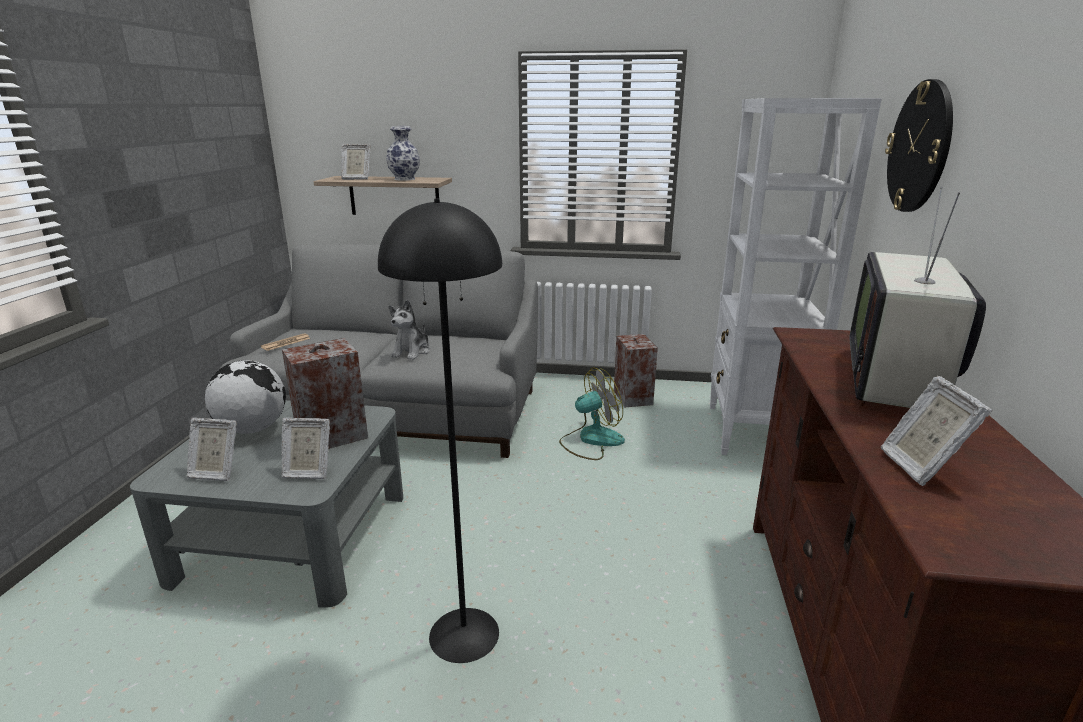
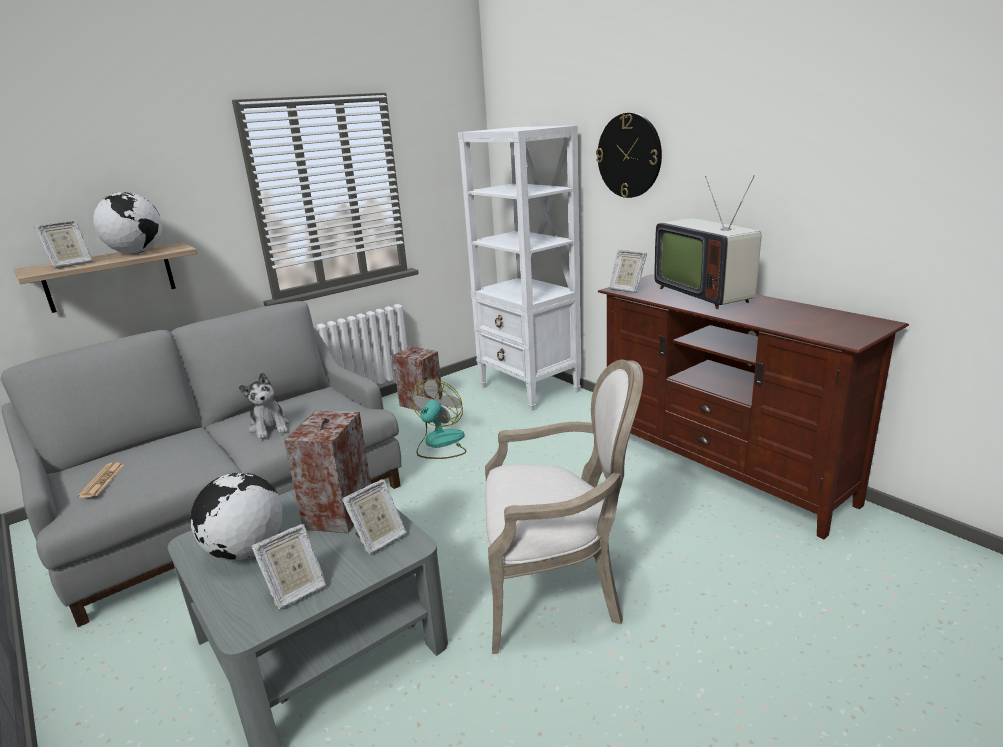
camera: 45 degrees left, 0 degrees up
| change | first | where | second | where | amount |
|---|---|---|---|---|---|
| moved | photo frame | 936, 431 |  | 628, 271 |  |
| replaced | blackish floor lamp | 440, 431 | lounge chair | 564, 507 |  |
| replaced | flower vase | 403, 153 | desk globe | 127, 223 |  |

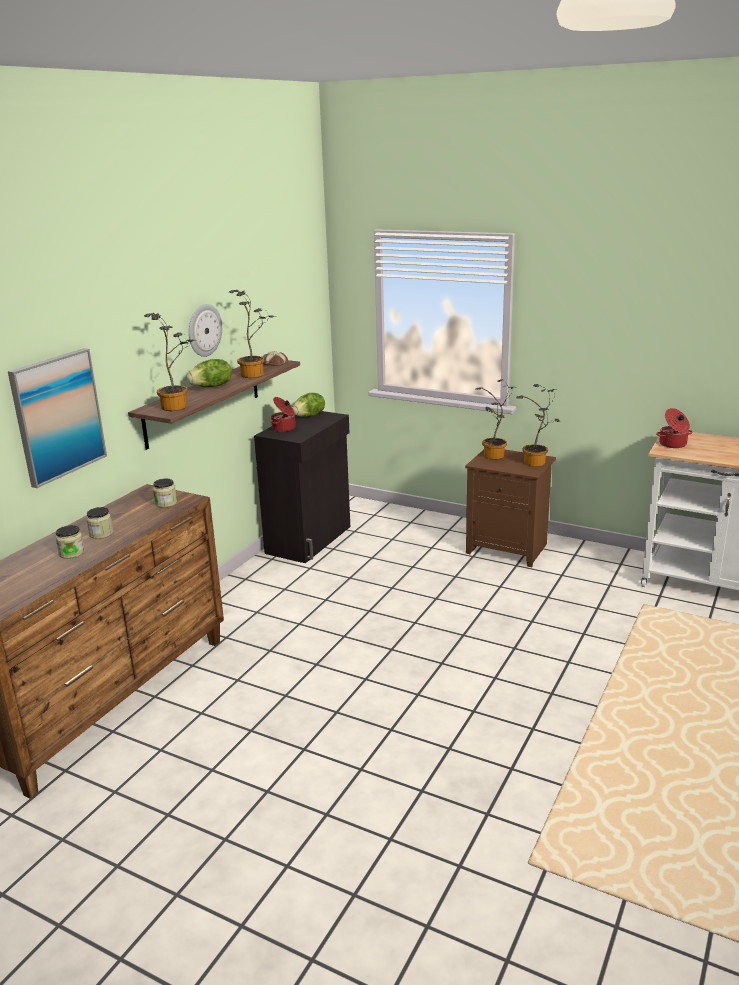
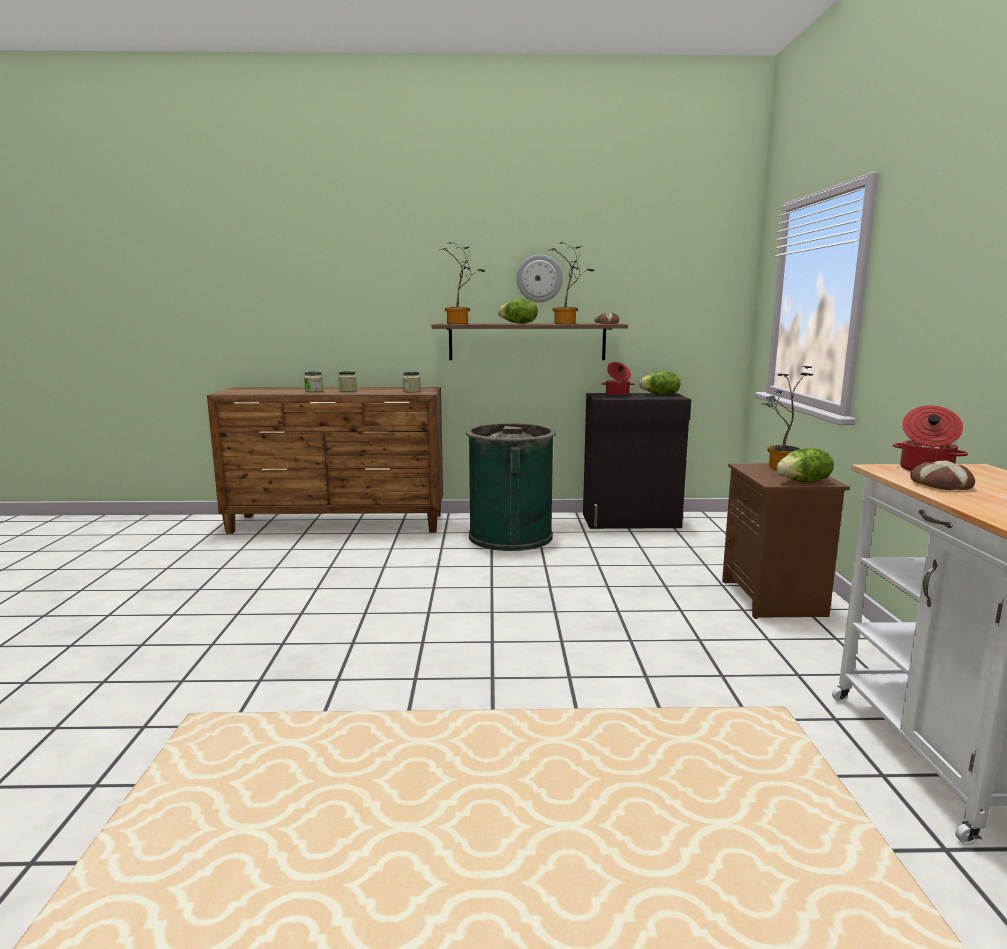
camera: 60 degrees right, 10 degrees down
| change | first | where | second | where | amount |
|---|---|---|---|---|---|
| removed | wall art | 57, 418 |  |  |  |
| added |  |  | greenish rubbish bin | 511, 487 |  |
| added |  |  | baked bread | 942, 475 |  |
| replaced | plant in a pot | 538, 425 | lettuce head | 805, 465 |  |

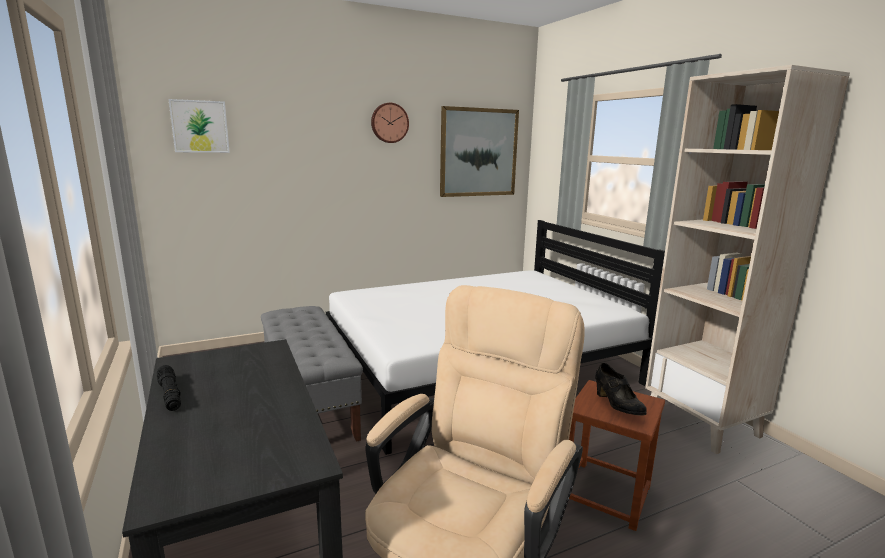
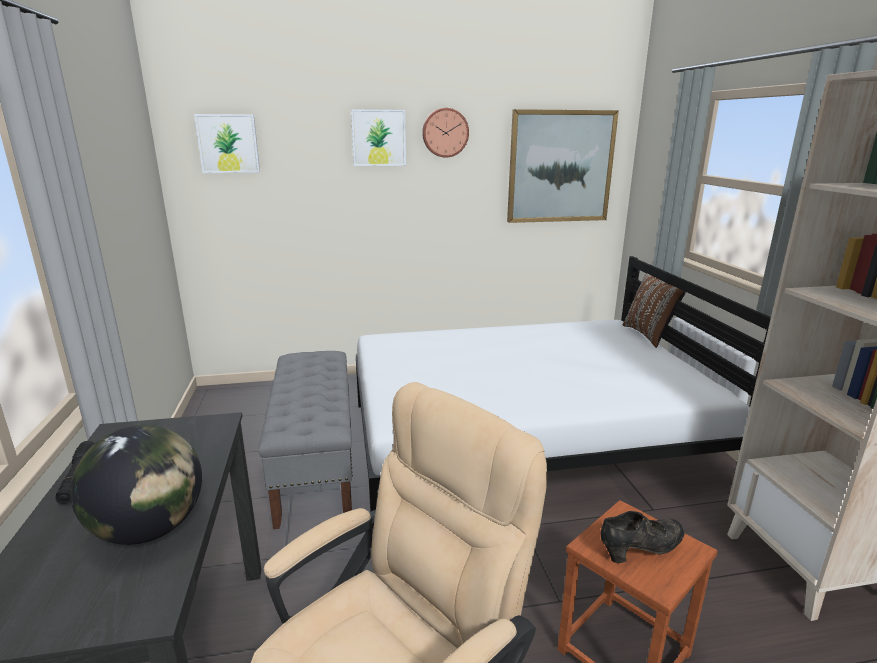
camera: 15 degrees right, 5 degrees up
| change | first | where | second | where | amount |
|---|---|---|---|---|---|
| added |  |  | desk globe | 136, 485 |  |
| added |  |  | wall art | 378, 138 |  |
| added |  |  | brownish cushion | 654, 311 |  |
| turned | blackish item of footwear | 621, 389 |  | 642, 537 | 105 degrees counterclockwise |

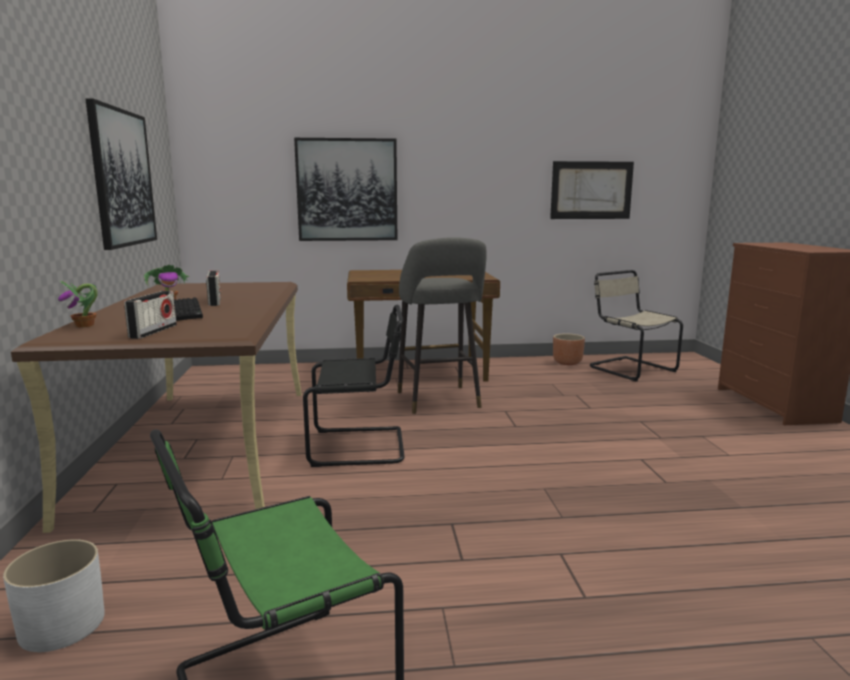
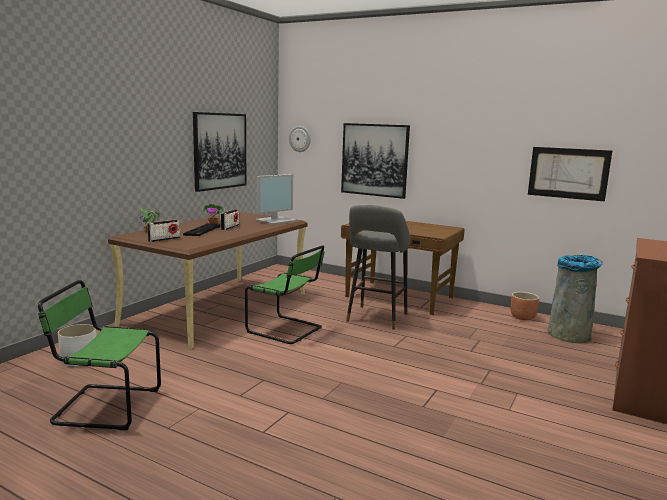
camera: 35 degrees right, 0 degrees up
| change | first | where | second | where | amount |
|---|---|---|---|---|---|
| added |  |  | monitor | 276, 199 |  |
| added |  |  | hanging clock | 300, 139 |  |
| replaced | beige upright chair | 636, 325 | grey rubbish bin | 575, 299 |  |
| recoloured | blackish upright chair | 353, 386 | greenish upright chair | 284, 294 |  |

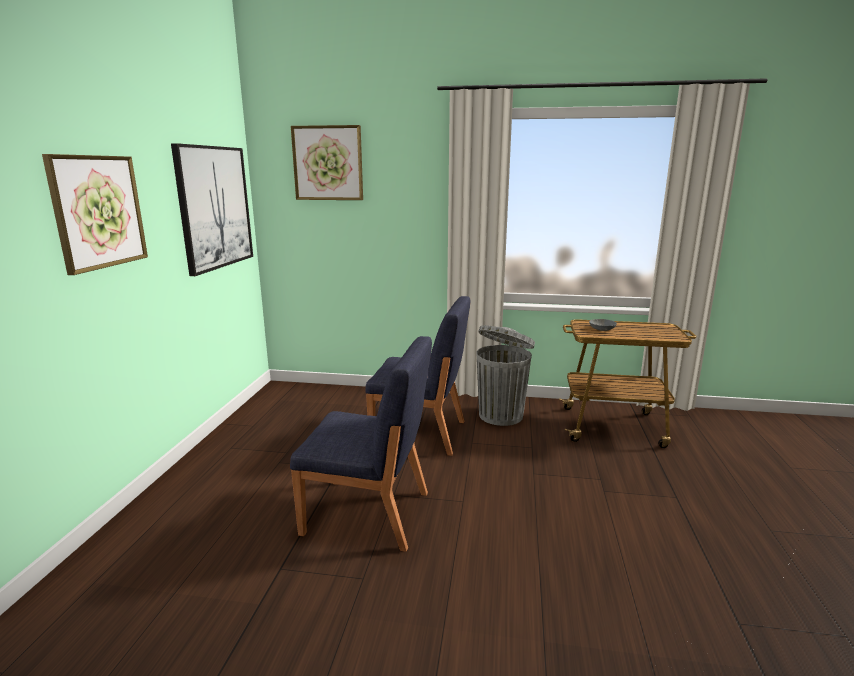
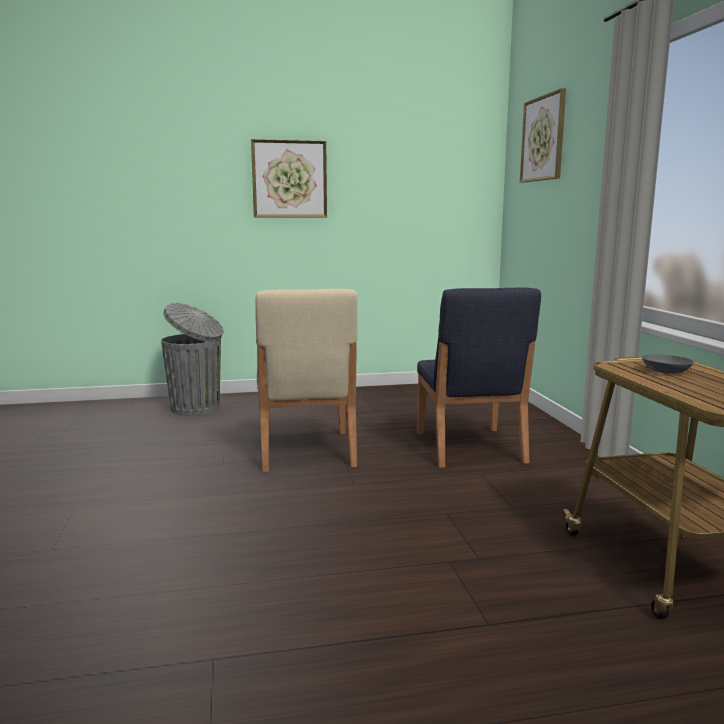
camera: 70 degrees right, 5 degrees down
| change | first | where | second | where | amount |
|---|---|---|---|---|---|
| removed | wall art | 212, 209 |  |  |  |
| moved | grey rubbish bin | 505, 375 |  | 192, 359 |  |
| recoloured | blue-coloured upright chair | 361, 444 | beige upright chair | 306, 380 |  |

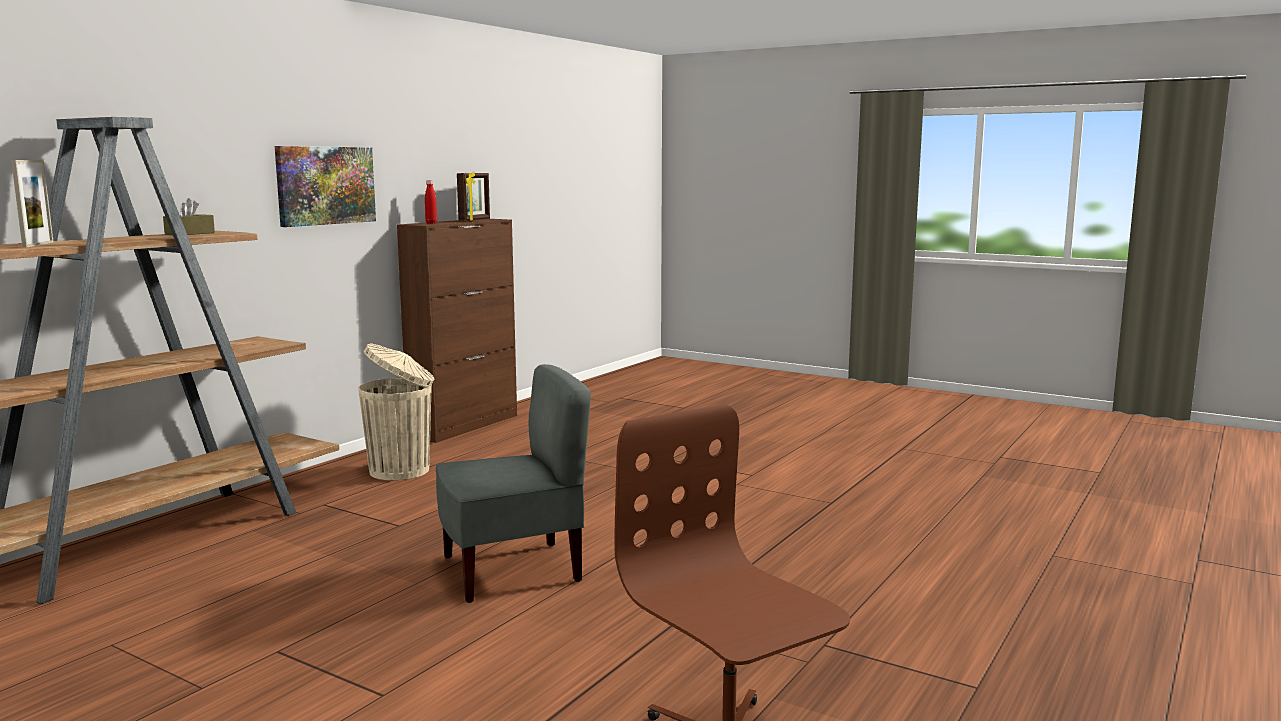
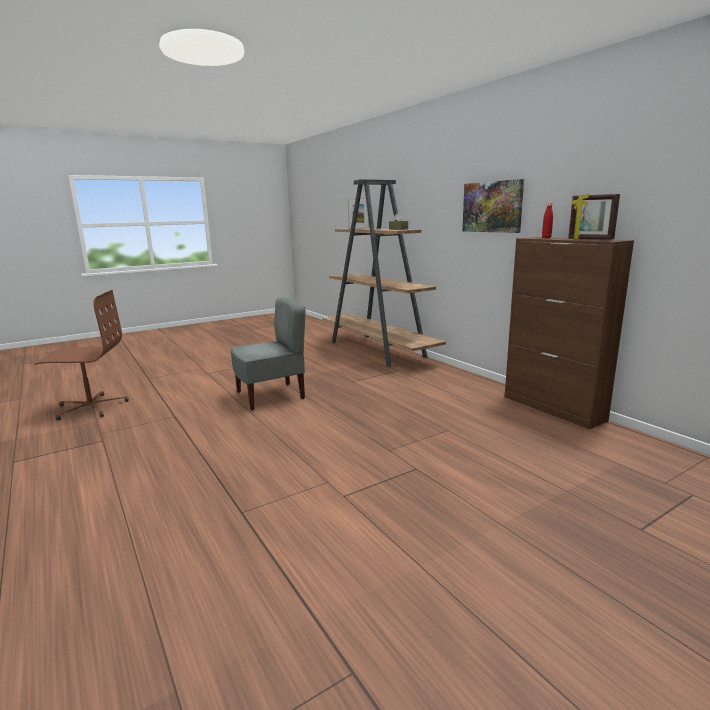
camera: 115 degrees right, 5 degrees up
| change | first | where | second | where | amount |
|---|---|---|---|---|---|
| removed | beige rubbish bin | 396, 411 |  |  |  |
| turned | grey upright chair | 513, 483 |  | 268, 354 | 120 degrees counterclockwise |

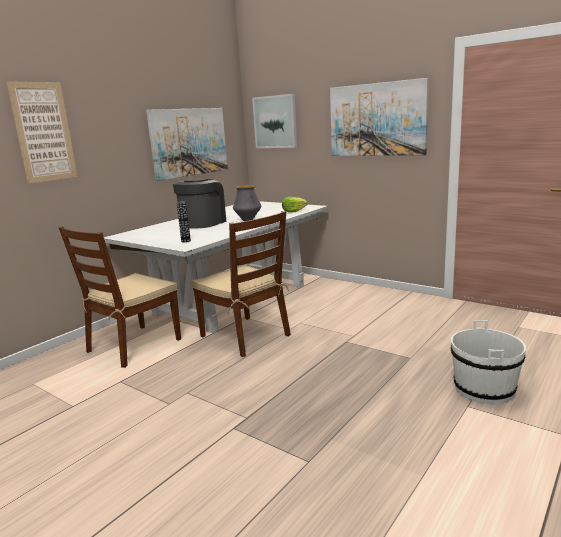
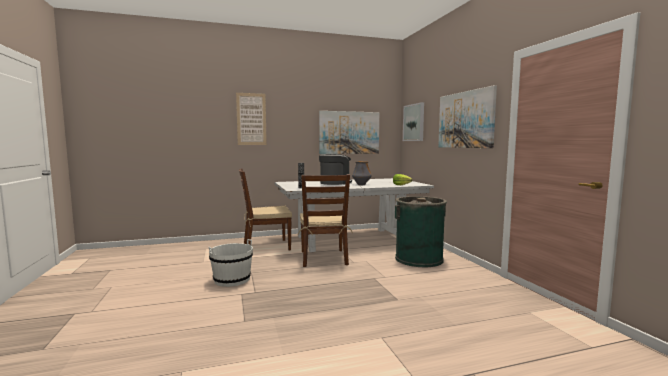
camera: 35 degrees right, 10 degrees down
| change | first | where | second | where | amount |
|---|---|---|---|---|---|
| added |  |  | greenish rubbish bin | 421, 231 |  |
| moved | white-coloured water bucket | 488, 362 |  | 231, 263 |  |

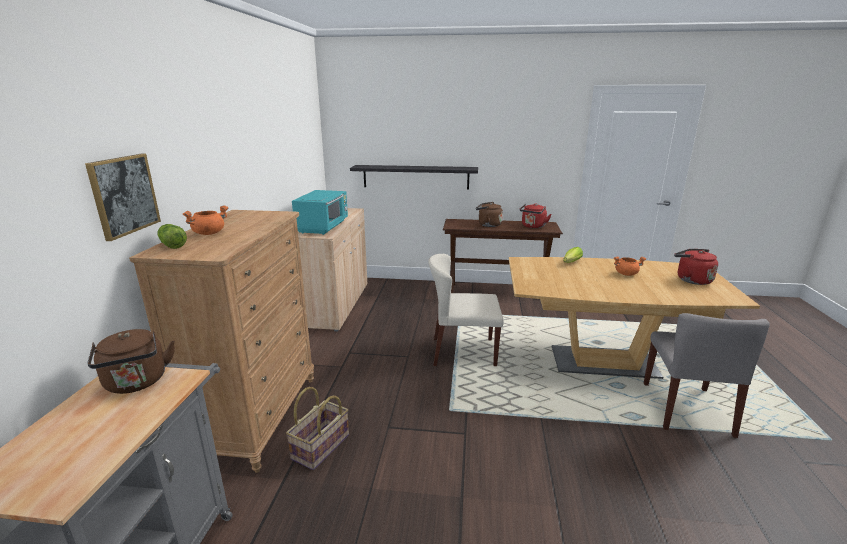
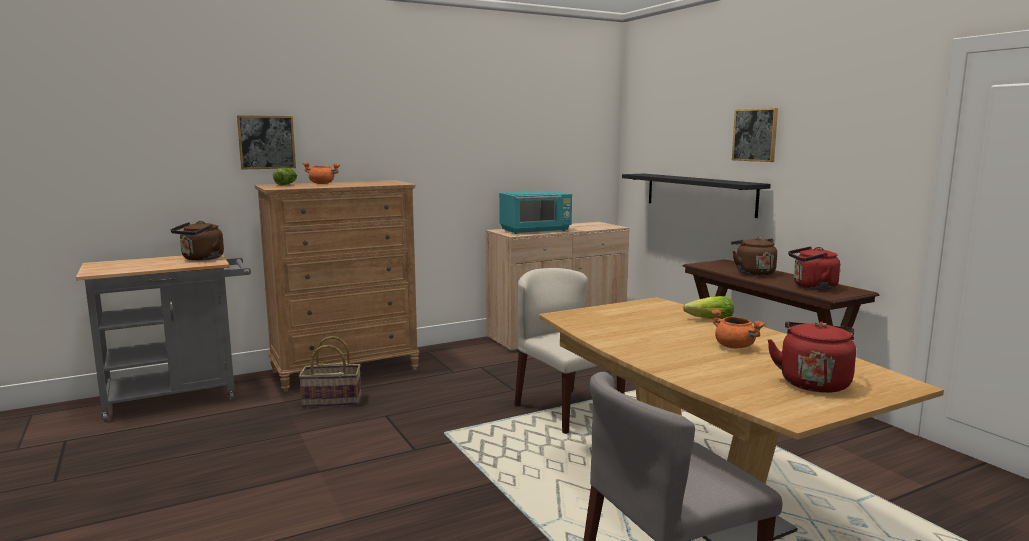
camera: 55 degrees right, 10 degrees down
| change | first | where | second | where | amount |
|---|---|---|---|---|---|
| added |  |  | wall art | 755, 135 |  |

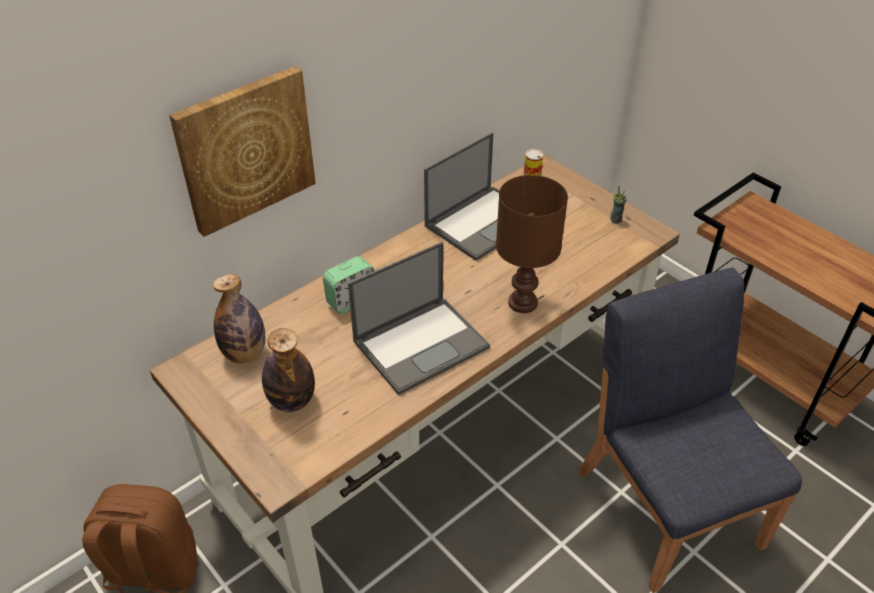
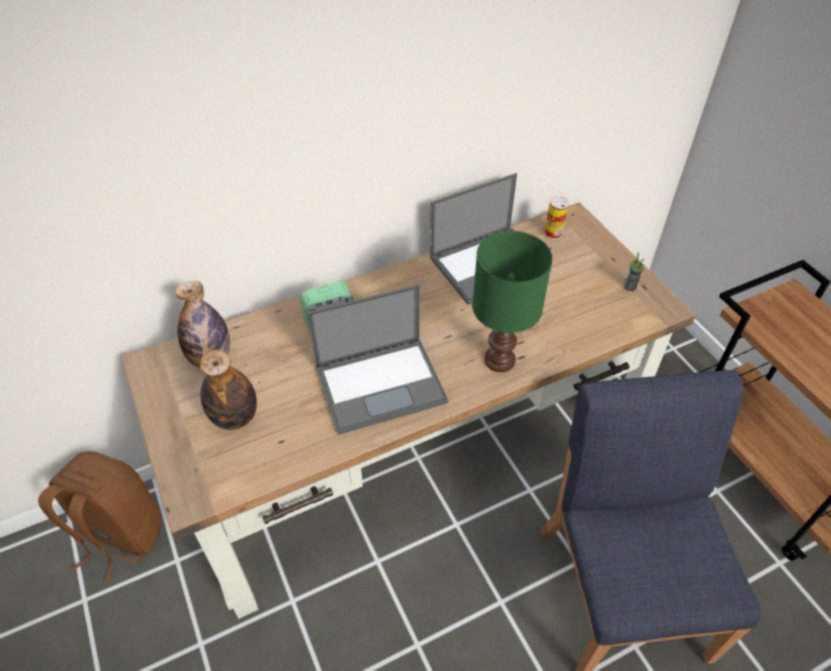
camera: 15 degrees right, 5 degrees up
| change | first | where | second | where | amount |
|---|---|---|---|---|---|
| removed | wall art | 242, 151 |  |  |  |
| recoloured | brownish table lamp | 532, 244 | greenish table lamp | 512, 301 |  |

